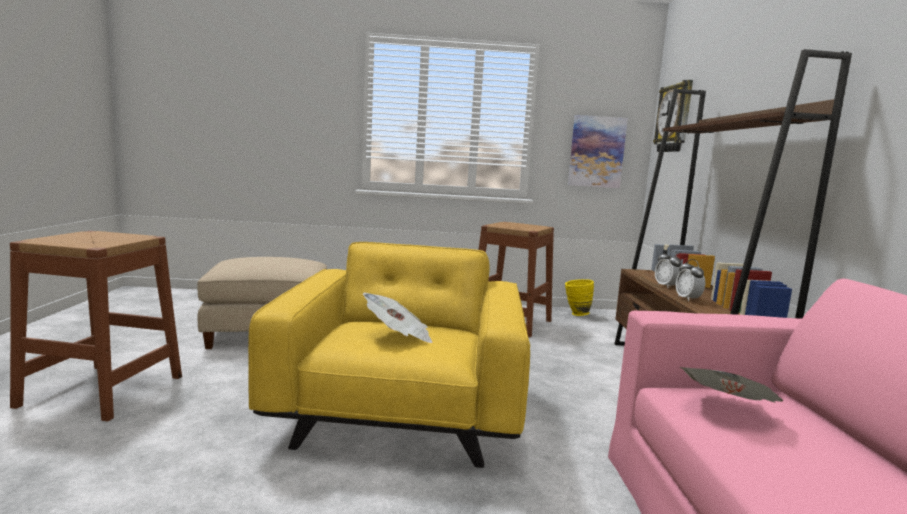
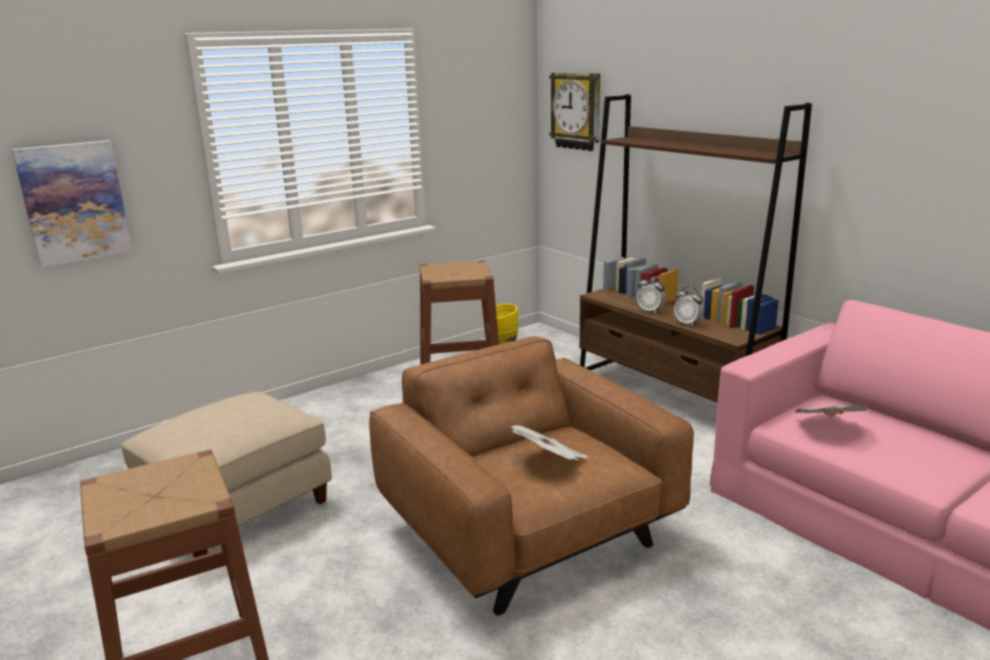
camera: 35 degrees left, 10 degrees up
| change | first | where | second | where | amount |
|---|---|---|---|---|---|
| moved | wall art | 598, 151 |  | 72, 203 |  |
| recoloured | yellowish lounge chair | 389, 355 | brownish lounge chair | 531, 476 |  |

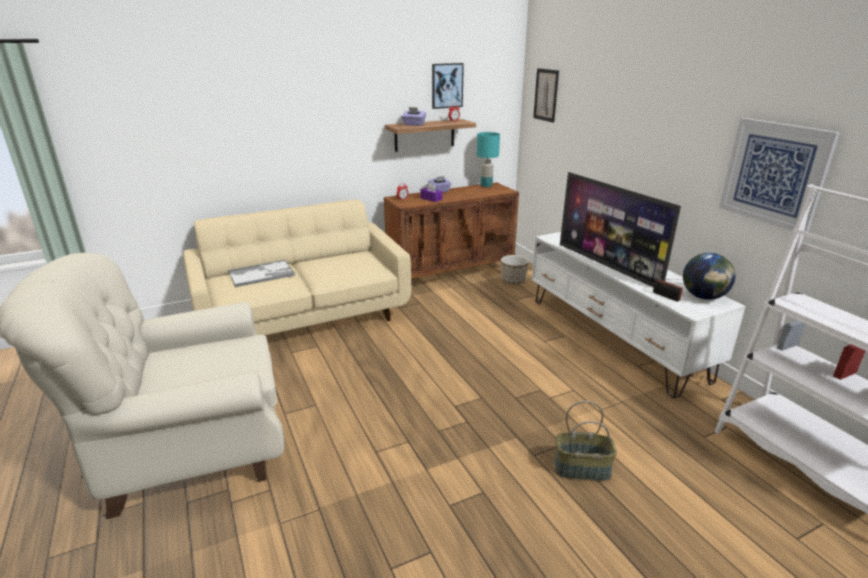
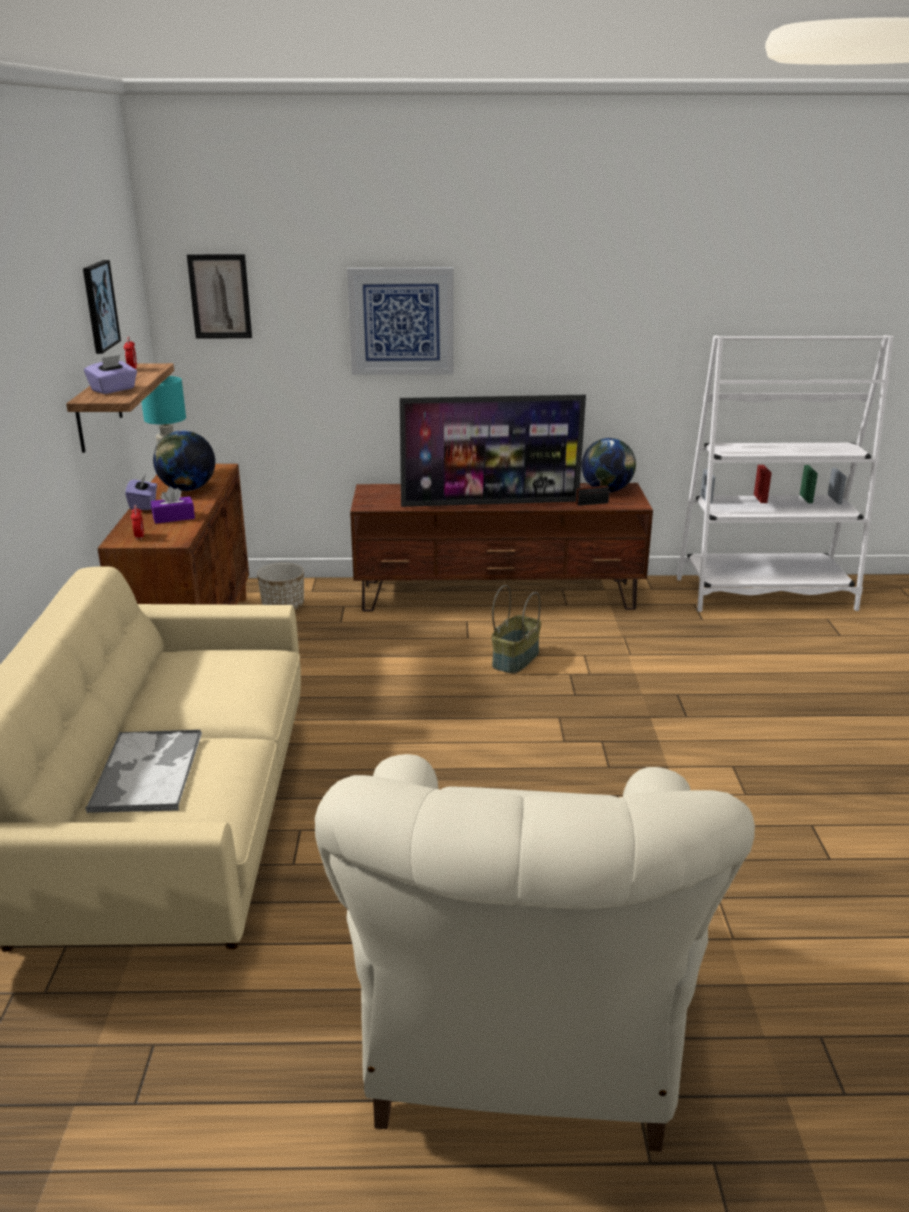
camera: 65 degrees left, 0 degrees up
| change | first | where | second | where | amount |
|---|---|---|---|---|---|
| added |  |  | desk globe | 184, 461 |  |
| moved | basket | 585, 441 |  | 516, 629 |  |
| moved | wall art | 779, 175 |  | 400, 321 |  |
| recoloured | white-coloured tv stand | 639, 315 | brownish tv stand | 501, 547 |  |

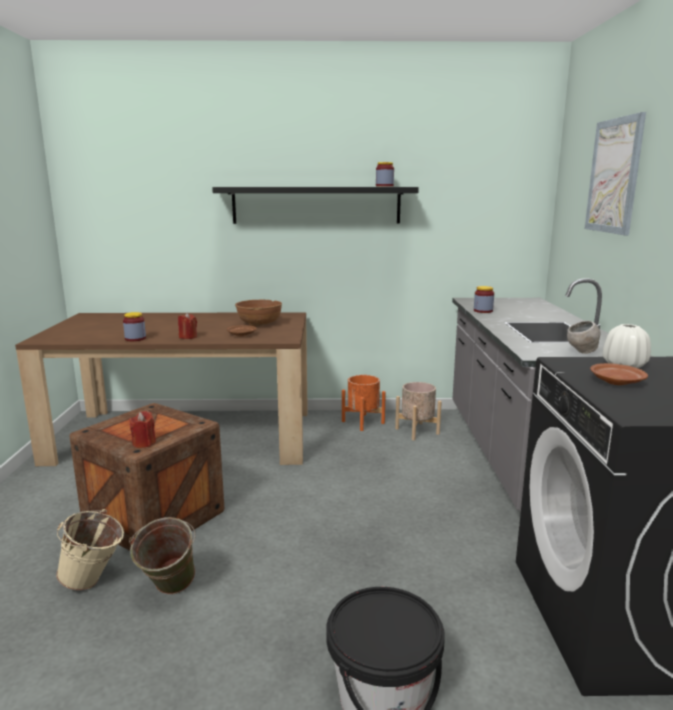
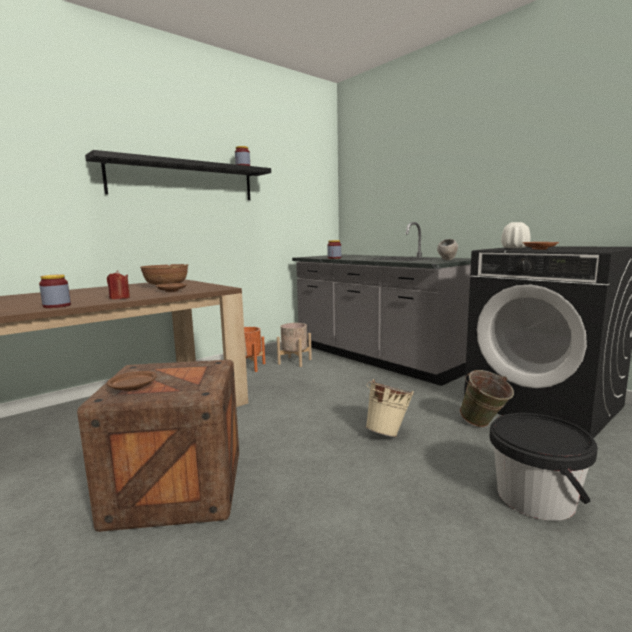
camera: 40 degrees left, 5 degrees down
| change | first | where | second | where | amount |
|---|---|---|---|---|---|
| removed | red candle | 142, 429 |  |  |  |
| removed | wall art | 615, 173 |  |  |  |
| added |  |  | brownish dinner plate | 132, 381 |  |
| moved | beige water bucket | 90, 550 |  | 389, 408 |  |
| moved | greenish water bucket | 162, 556 |  | 487, 398 |  |

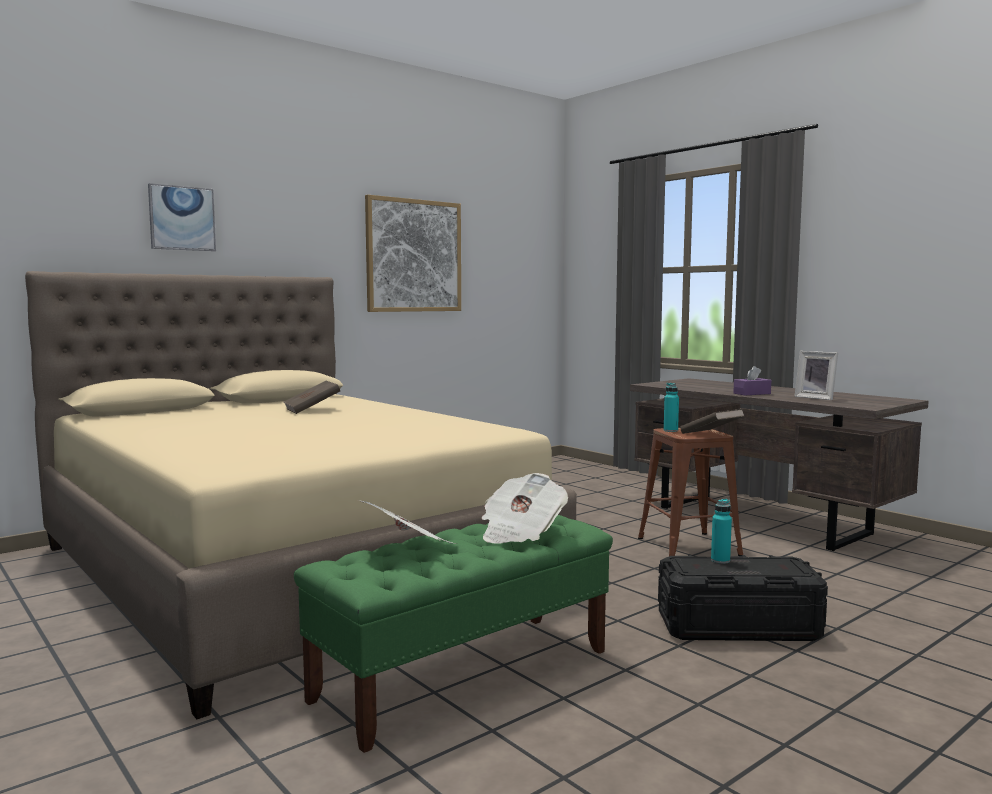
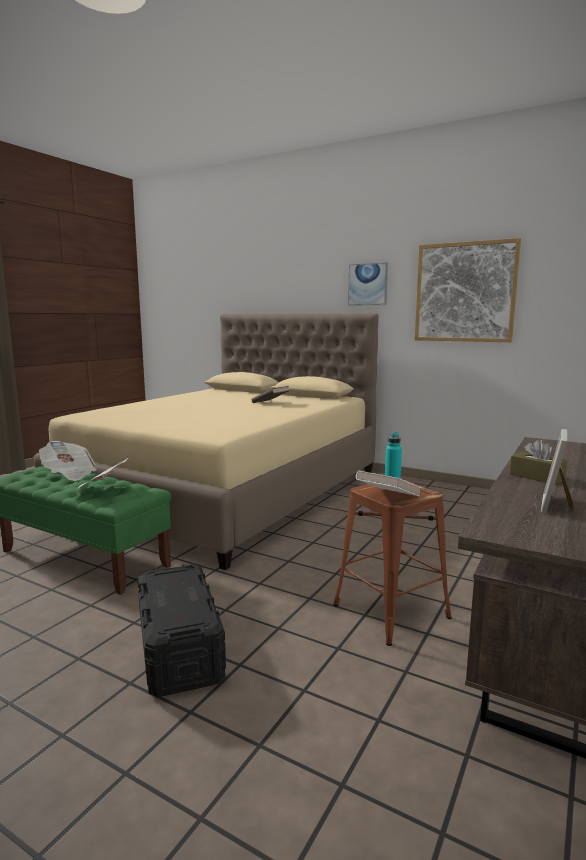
camera: 70 degrees right, 5 degrees up
| change | first | where | second | where | amount |
|---|---|---|---|---|---|
| removed | turquoise beverage bottle | 721, 531 |  |  |  |
| moved | wall art | 182, 217 |  | 368, 284 |  |
| recoloured | brownish volume | 712, 421 | white-coloured volume | 388, 483 |  |
| recoloured | purple-coloured box of tissues | 752, 380 | brownish box of tissues | 538, 461 |  |

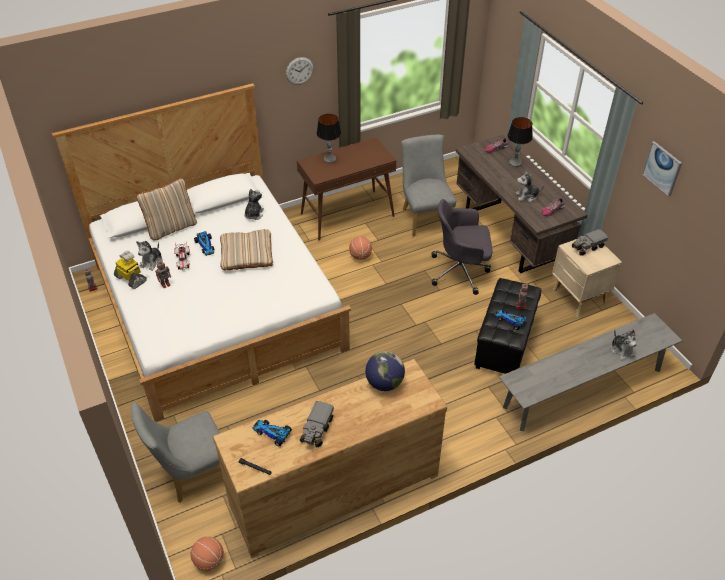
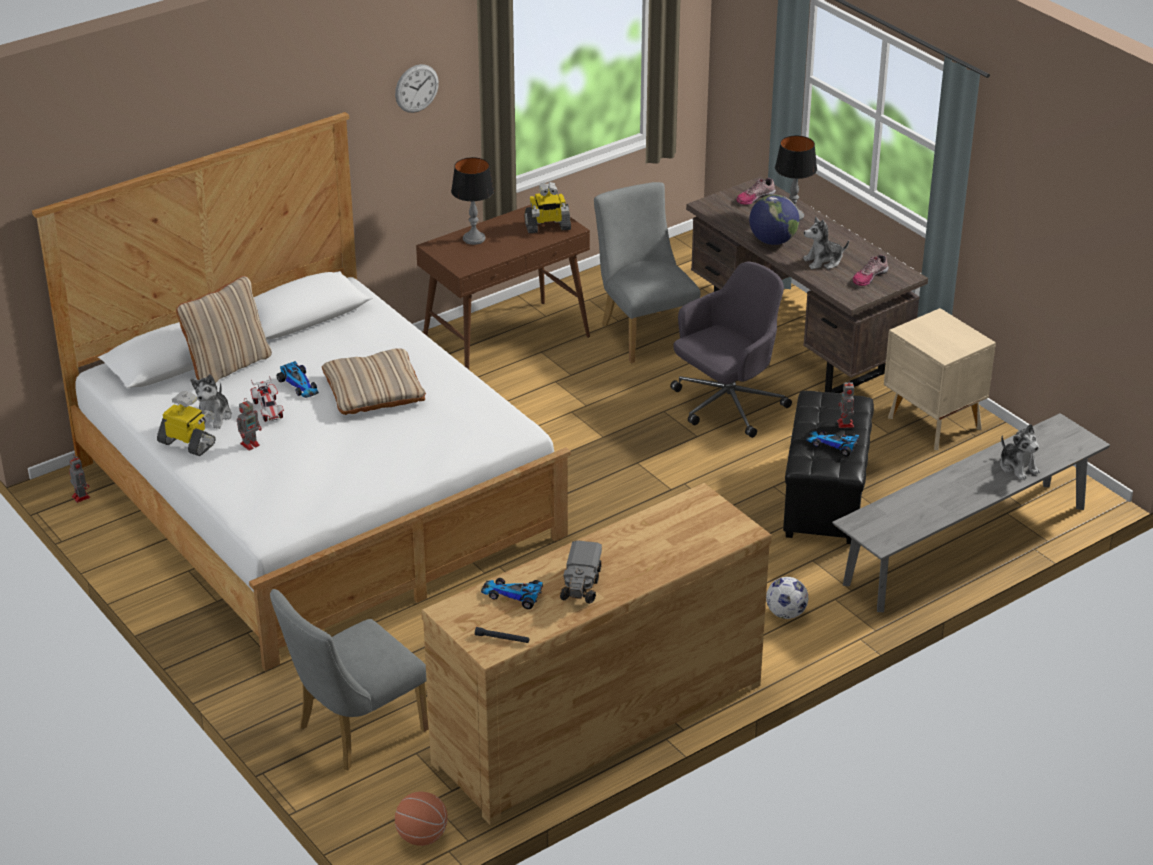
camera: 10 degrees left, 10 degrees down
| change | first | where | second | where | amount |
|---|---|---|---|---|---|
| removed | plush toy | 254, 204 |  |  |  |
| removed | basketball ball | 360, 248 |  |  |  |
| removed | toy lorry | 590, 242 |  |  |  |
| removed | wall art | 662, 169 |  |  |  |
| added |  |  | toy robot | 548, 207 |  |
| added |  |  | football | 787, 598 |  |
| moved | desk globe | 385, 371 |  | 774, 220 |  |
| turned | grey desk chair | 462, 247 |  | 731, 350 | 150 degrees clockwise |

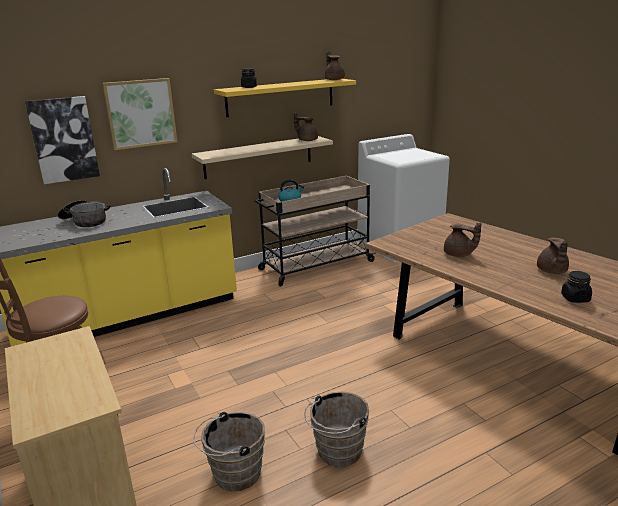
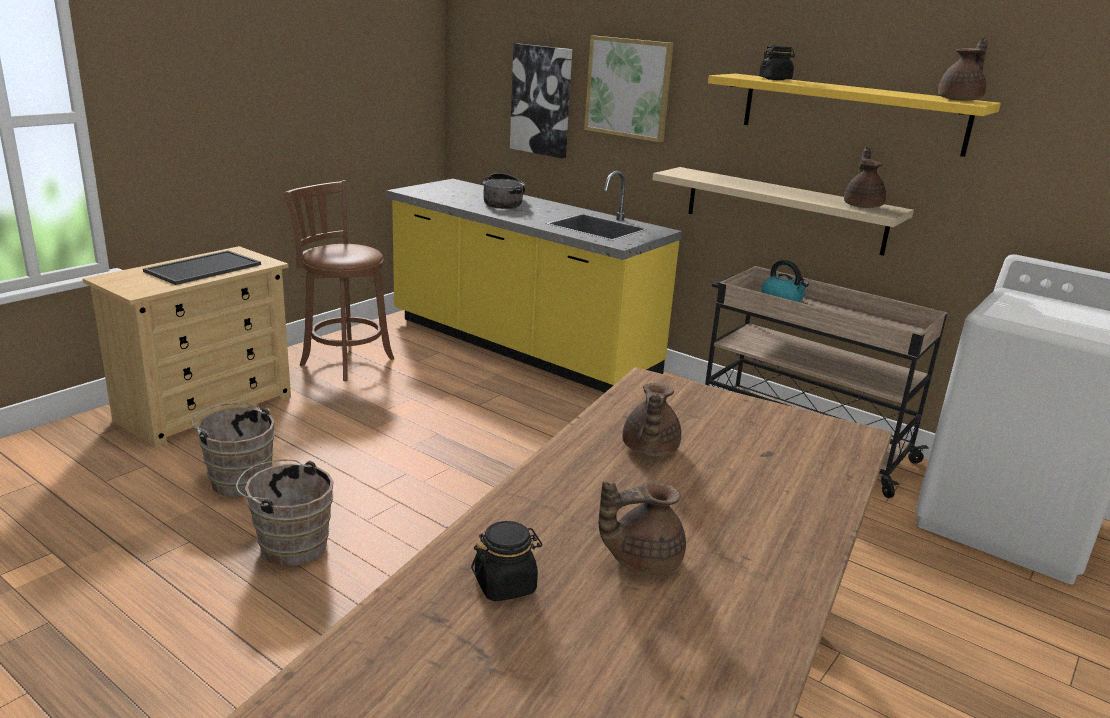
camera: 65 degrees right, 0 degrees up
| change | first | where | second | where | amount |
|---|---|---|---|---|---|
| added |  |  | serving tray | 202, 267 |  |

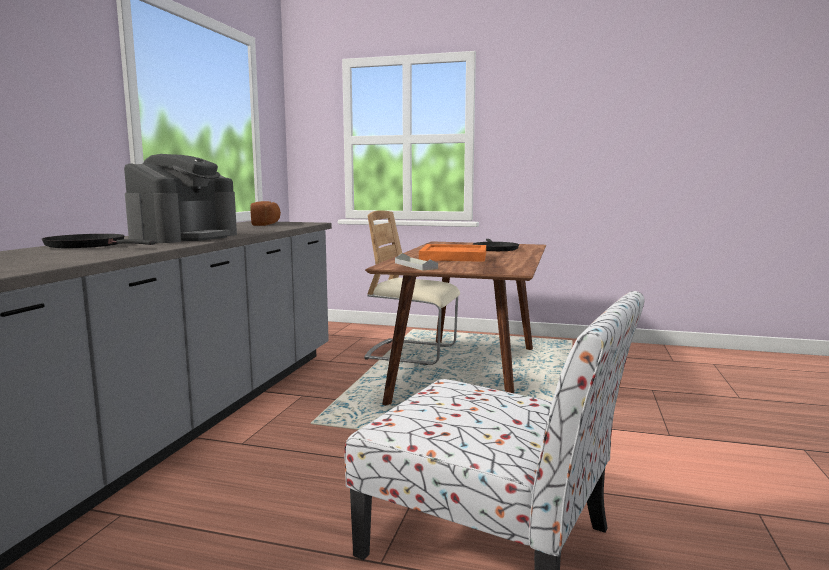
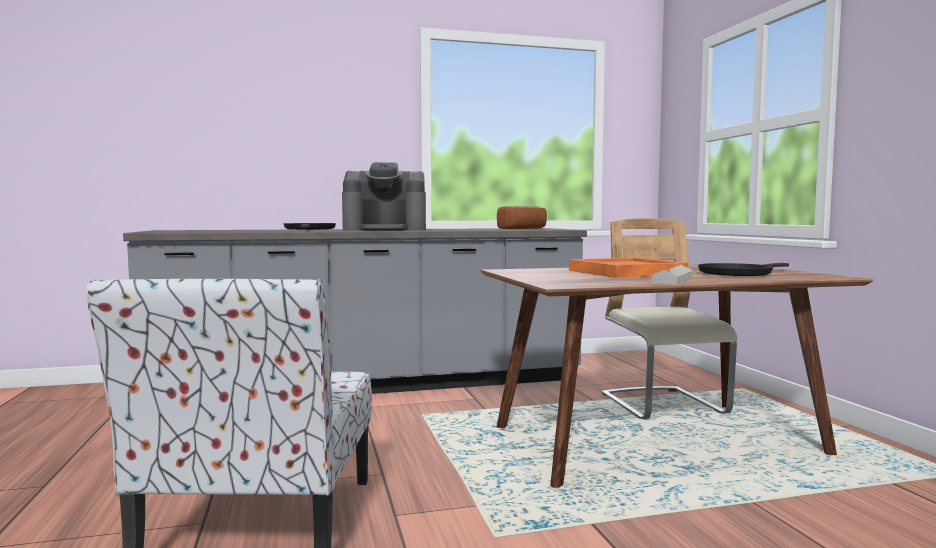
camera: 60 degrees right, 5 degrees down
| change | first | where | second | where | amount |
|---|---|---|---|---|---|
| moved | grey serving tray | 416, 262 |  | 672, 274 |  |

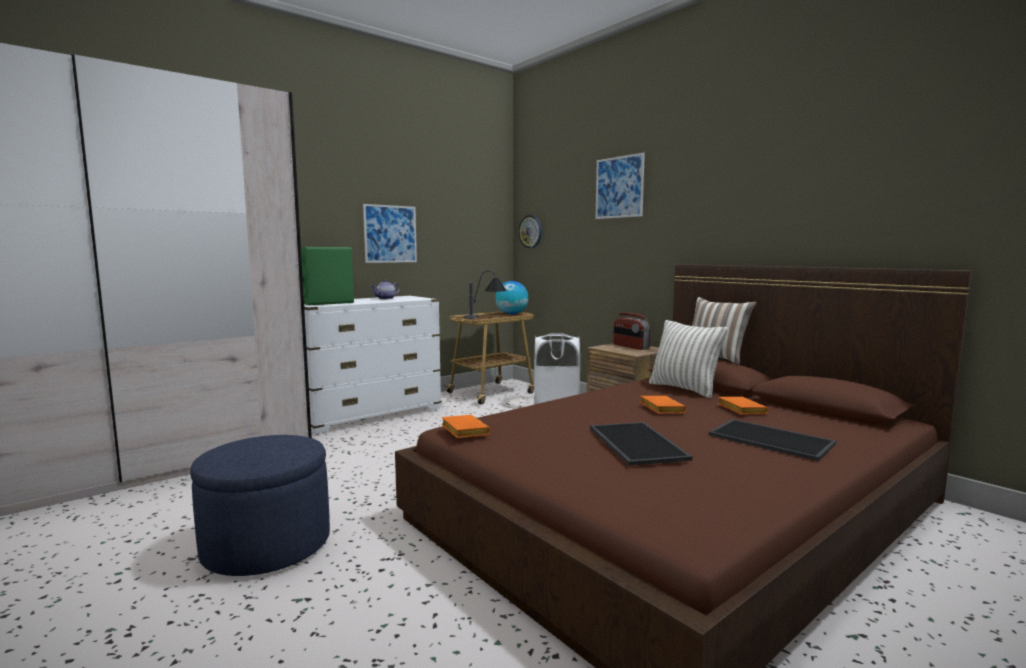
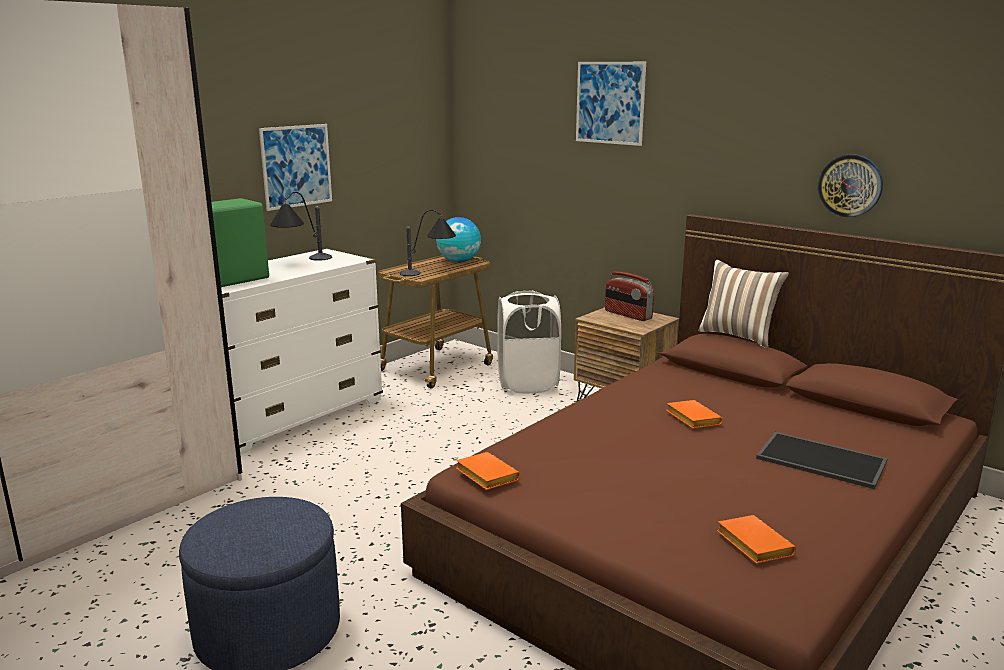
camera: 10 degrees left, 10 degrees up
| change | first | where | second | where | amount |
|---|---|---|---|---|---|
| removed | serving tray | 641, 444 |  |  |  |
| removed | cushion | 688, 359 |  |  |  |
| moved | hanging clock | 530, 231 |  | 850, 185 |  |
| moved | orange volume | 743, 405 |  | 756, 539 |  |
| replaced | tea pot | 385, 289 | table lamp | 301, 226 |  |

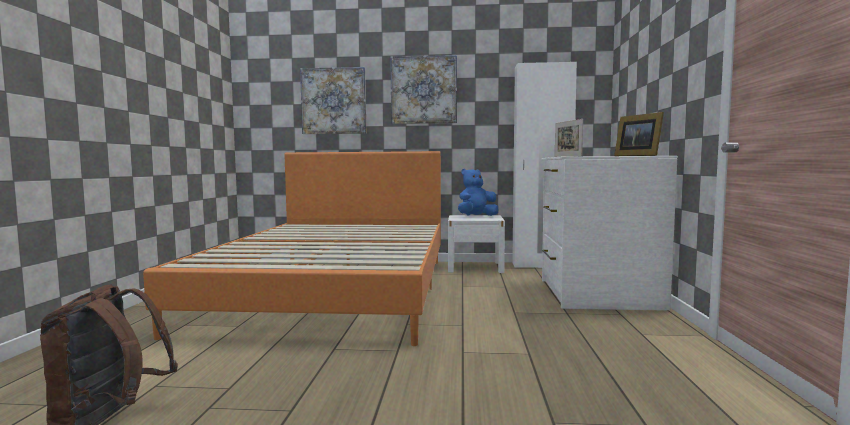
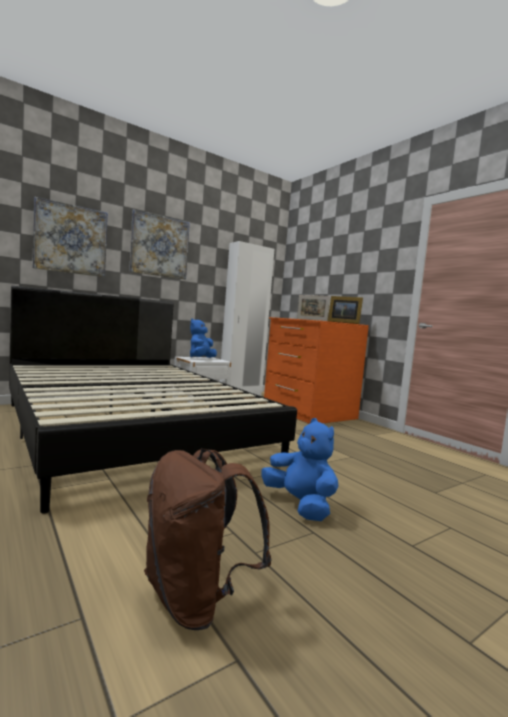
camera: 40 degrees left, 0 degrees up
| change | first | where | second | where | amount |
|---|---|---|---|---|---|
| added |  |  | blue-coloured plush toy | 299, 469 |  |
| recoloured | orange bed | 292, 248 | blackish bed | 153, 399 |  |
| recoloured | white-coloured drawer chest | 609, 233 | orange drawer chest | 316, 370 |  |

